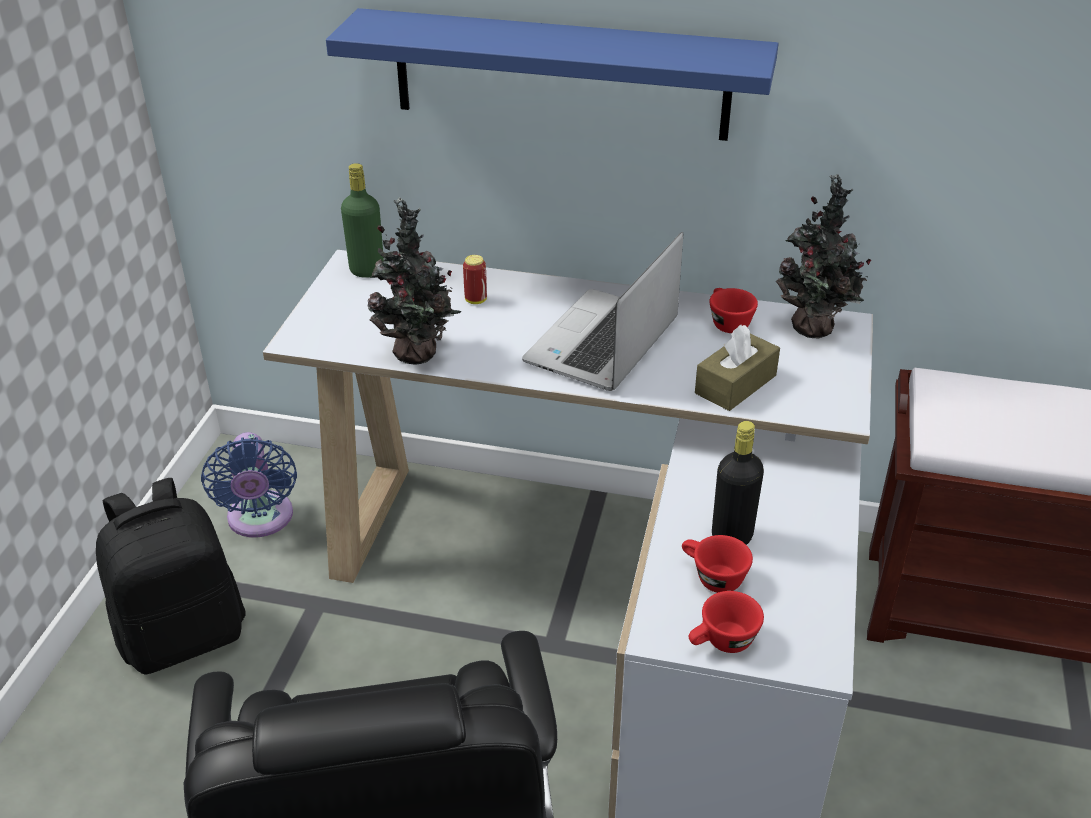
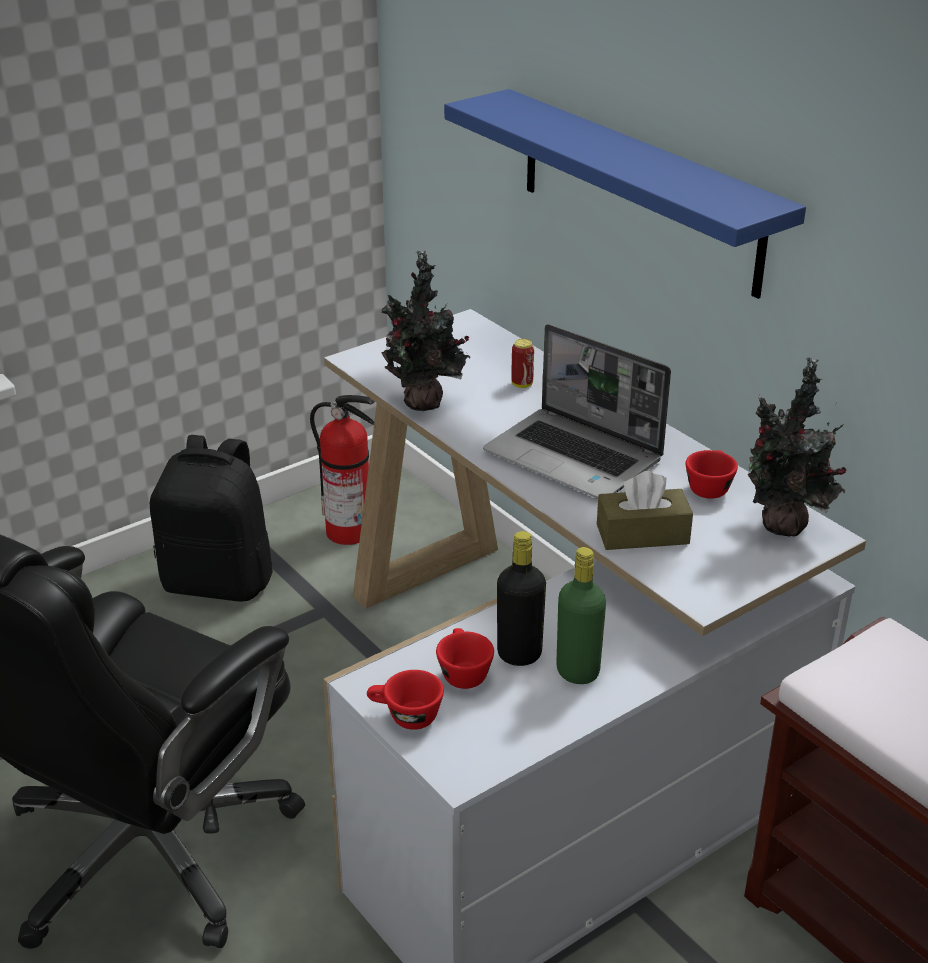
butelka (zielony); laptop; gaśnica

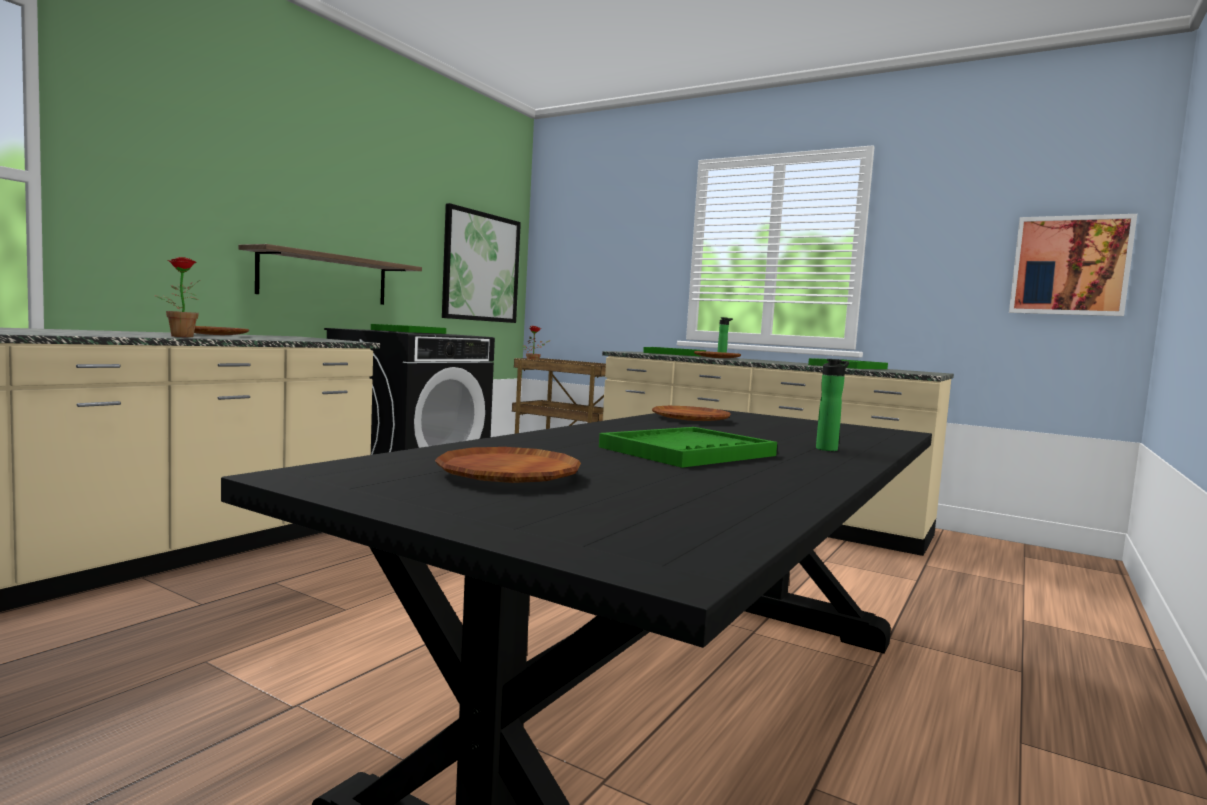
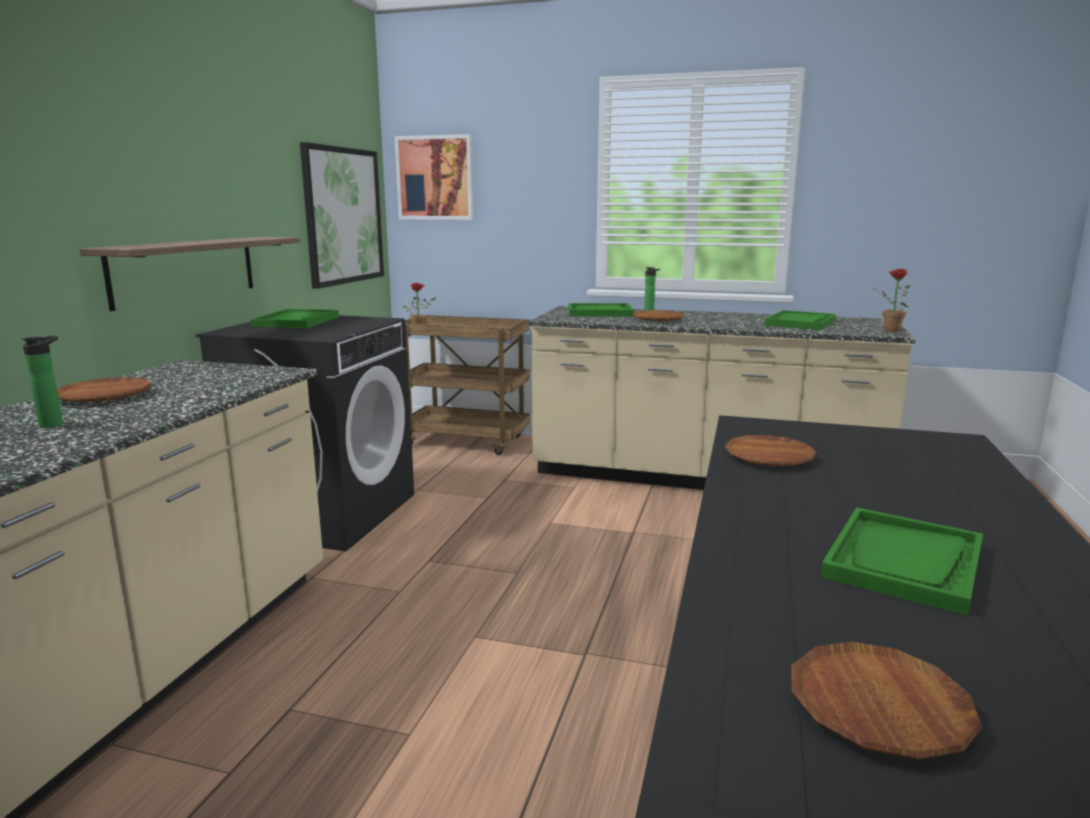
obraz (2nd from left); roślina doniczkowa (2nd from left); butelka (1st from left)

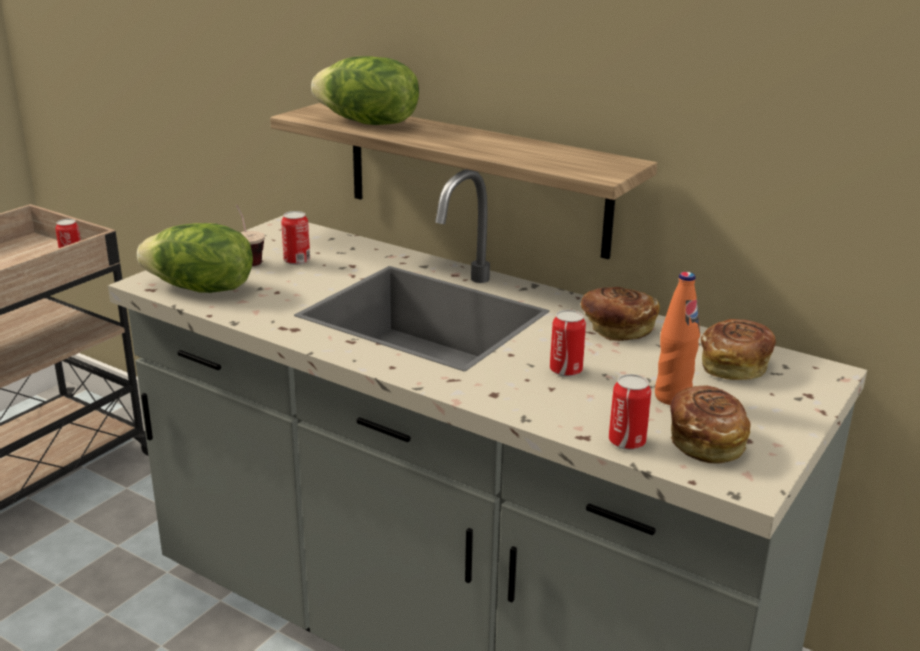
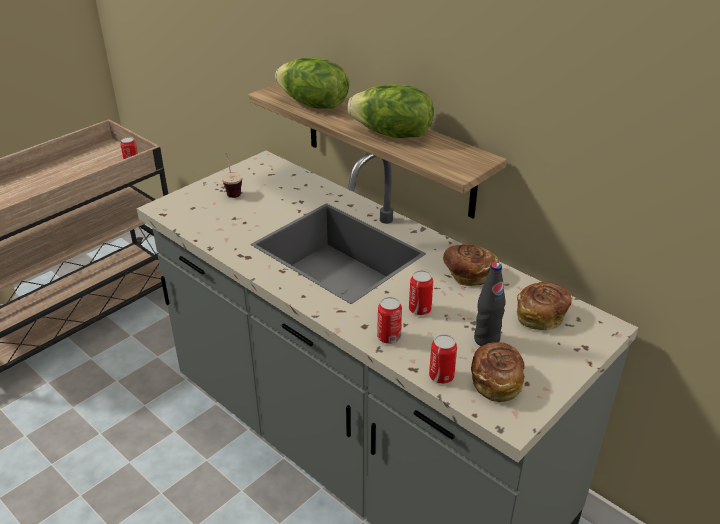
puszka (2nd from left); sałata (2nd from left); butelka (czarny)

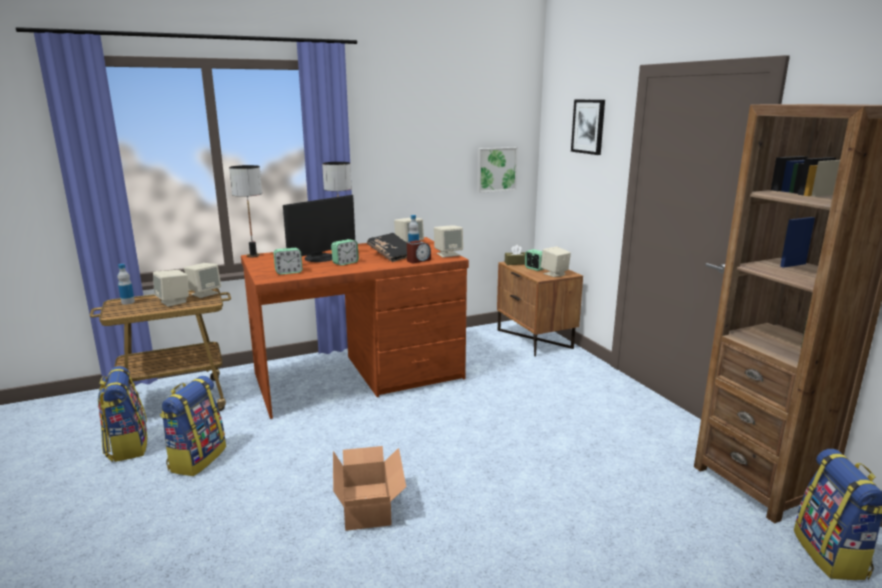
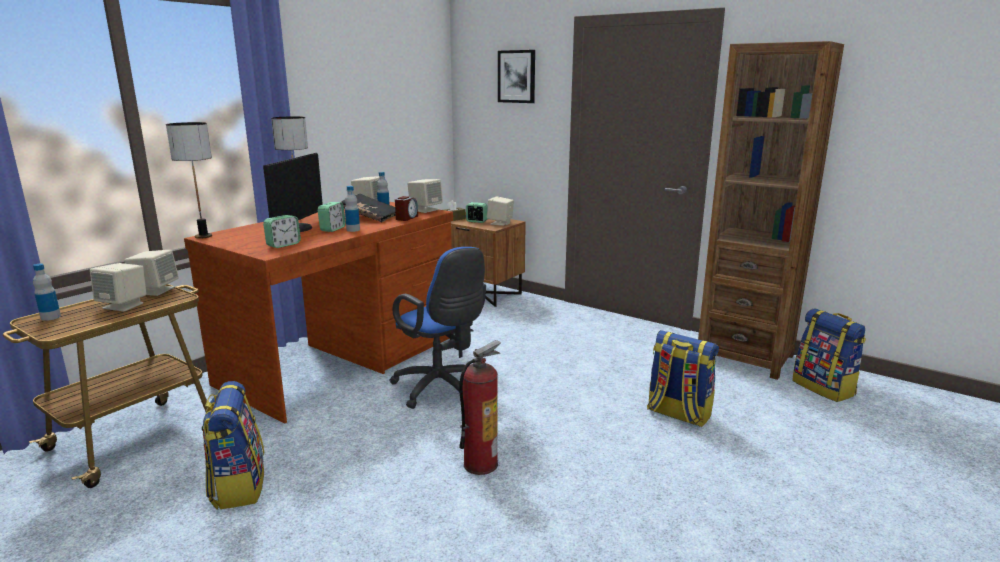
obraz (1st from left in the first image); plecak (2nd from left); gaśnica; butelka (2nd from left); krzesło biurowe (niebieski)

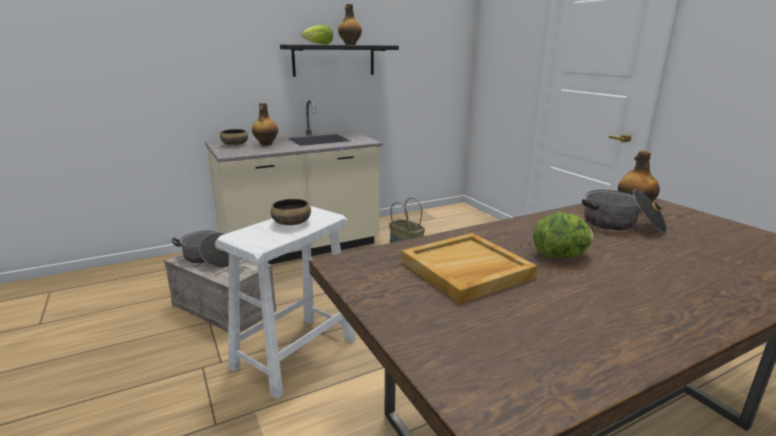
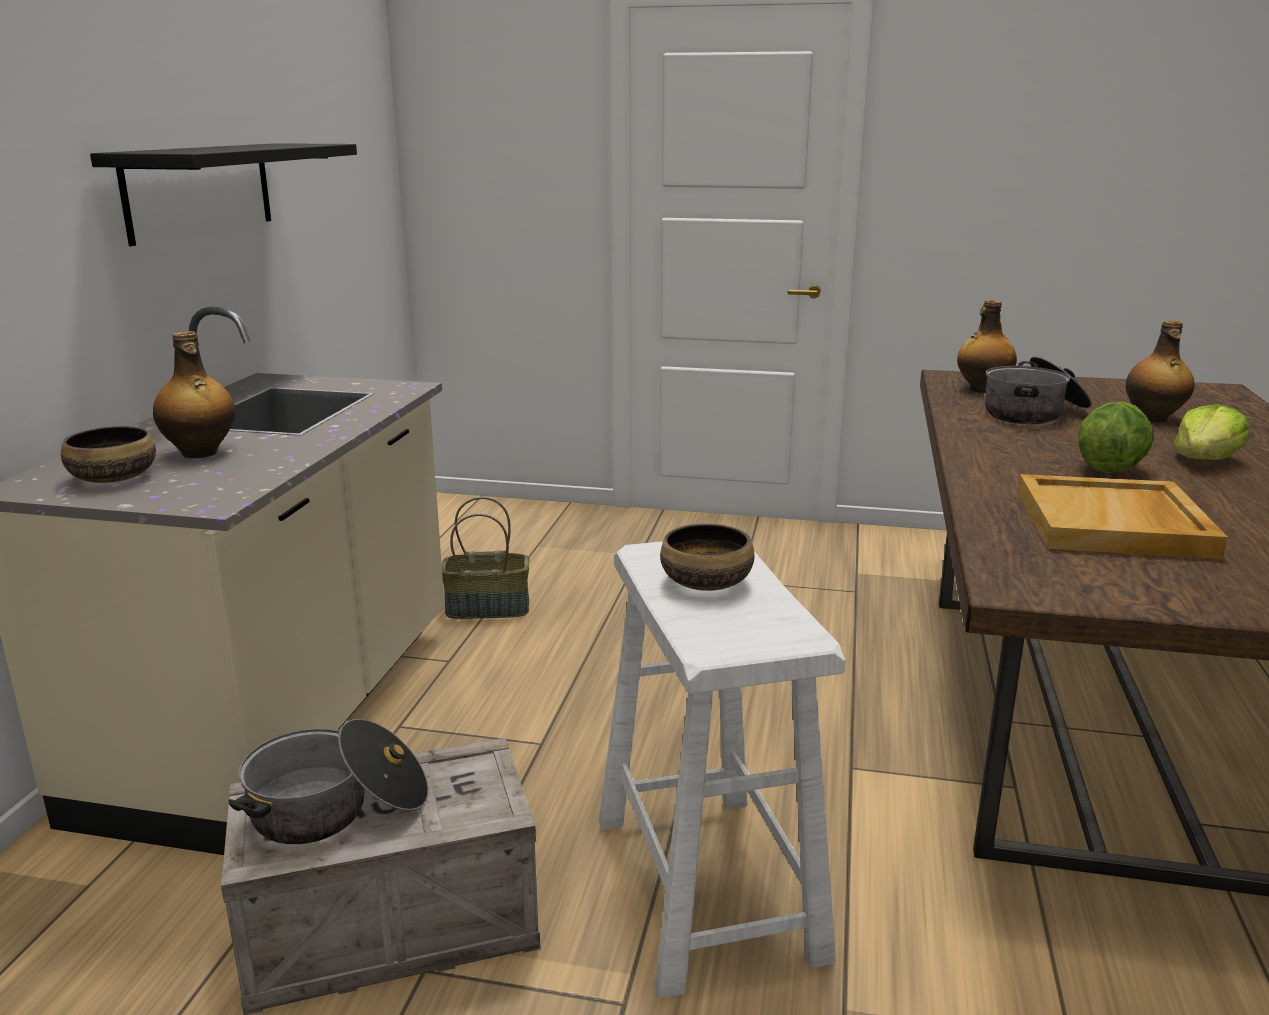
butelka (3rd from left); sałata (2nd from left)

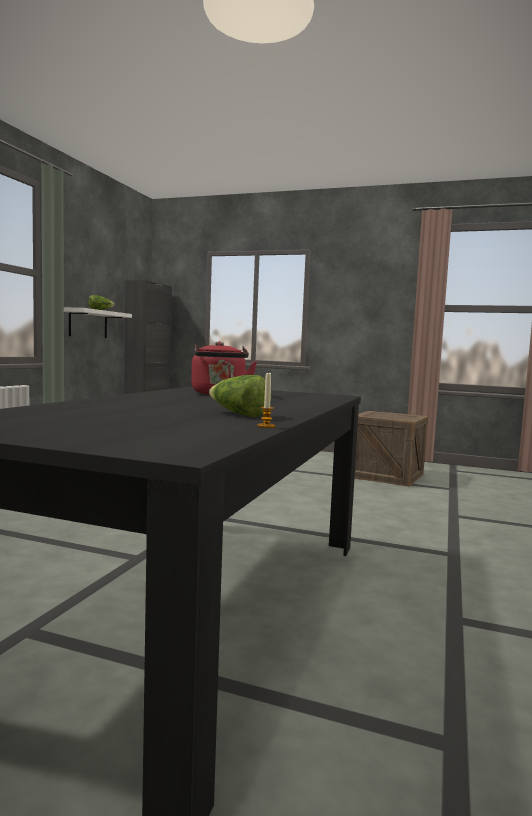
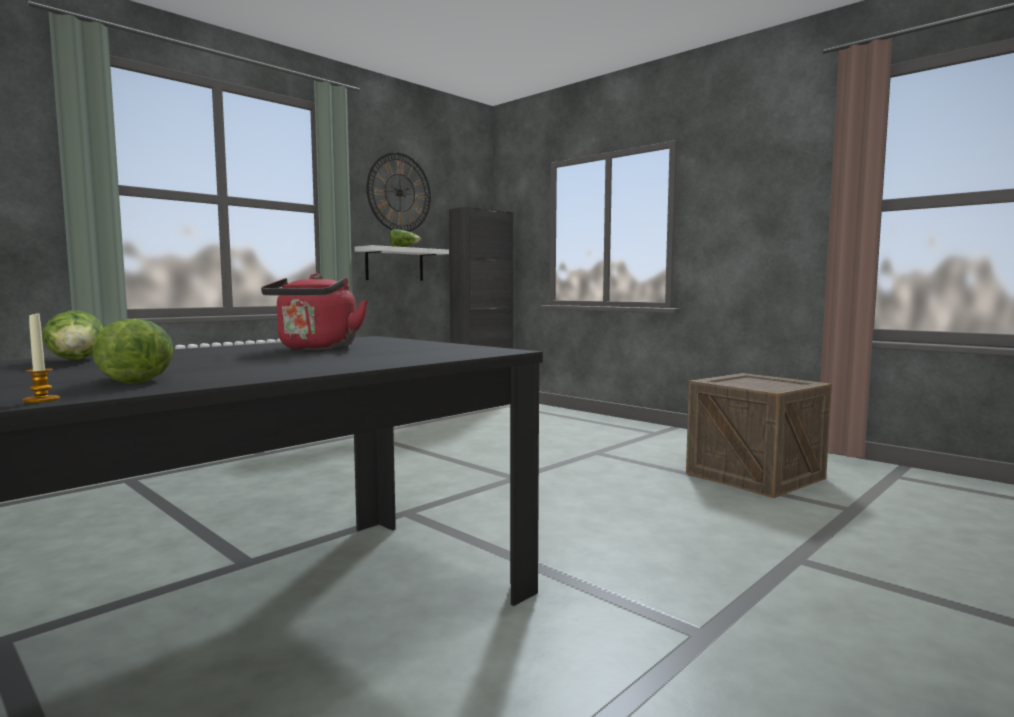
zegar ścienny; sałata (1st from left)

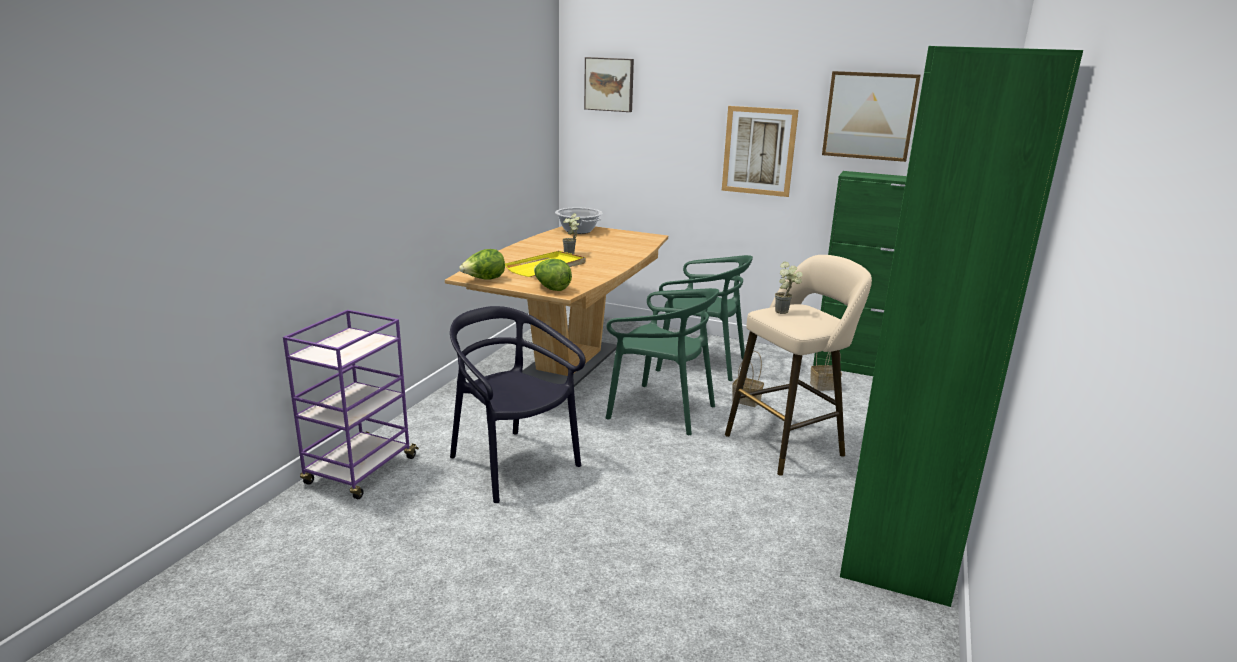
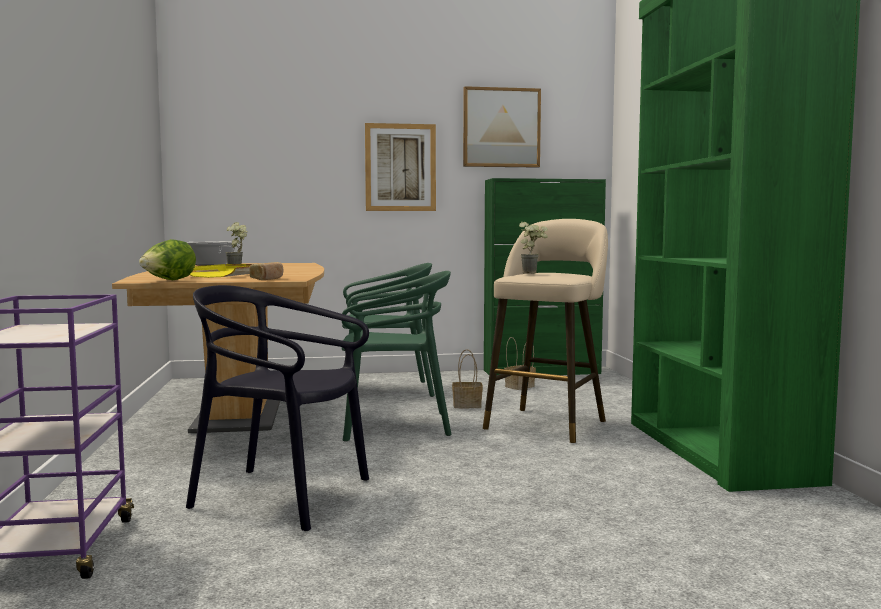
obraz (1st from left in the first image); chleb

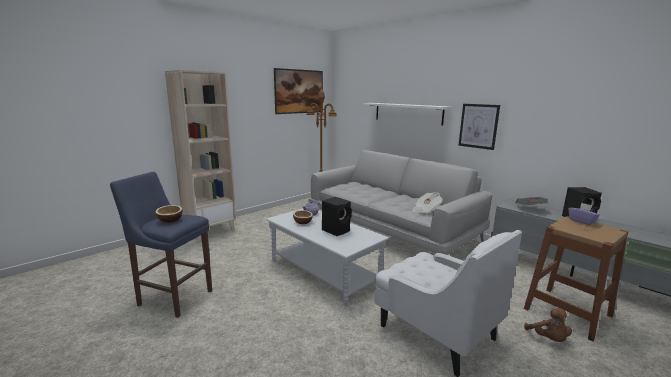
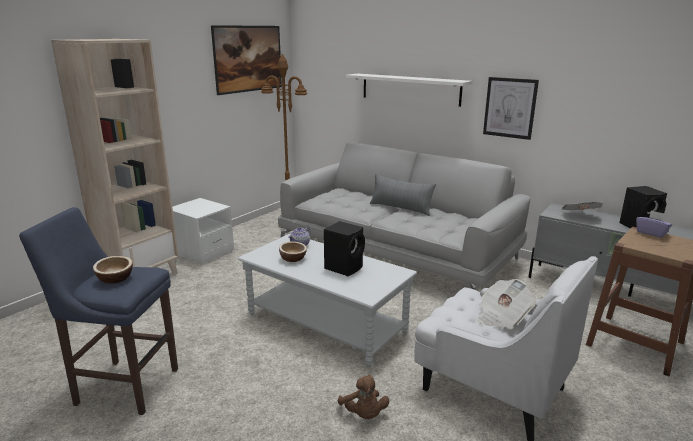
gazeta (1st from left); pluszak (brązowy); poduszka (szary); szafka nocna (biały)

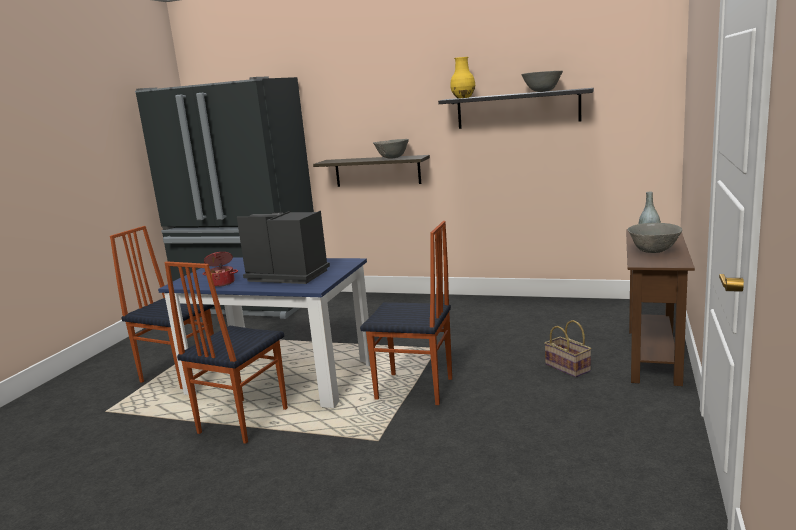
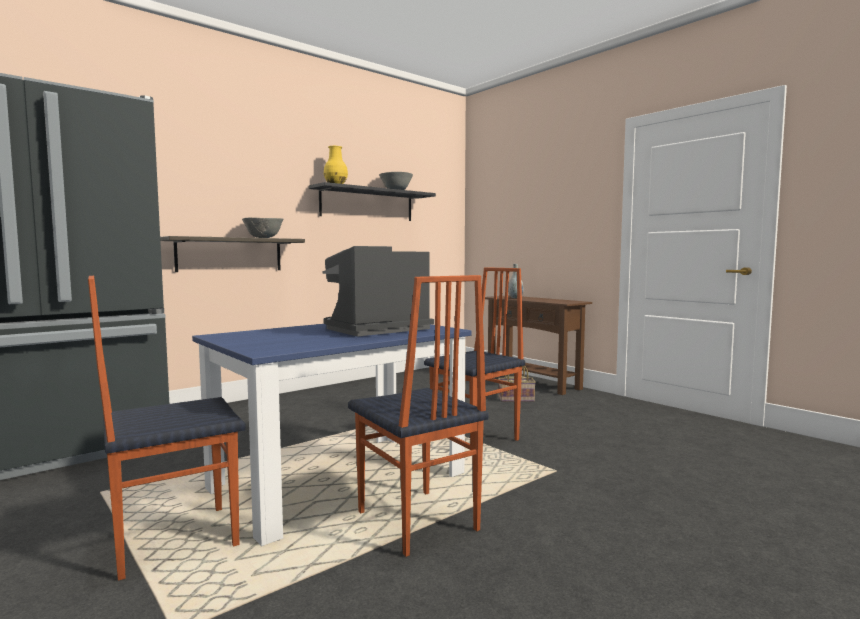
miska (szary) (3rd from left in the first image); garnek

